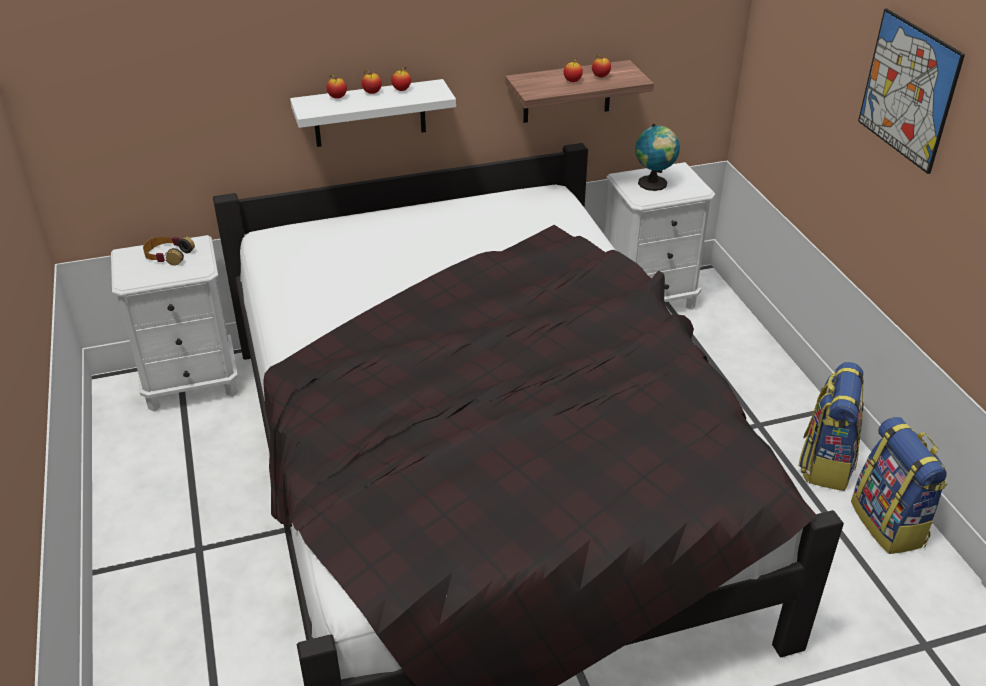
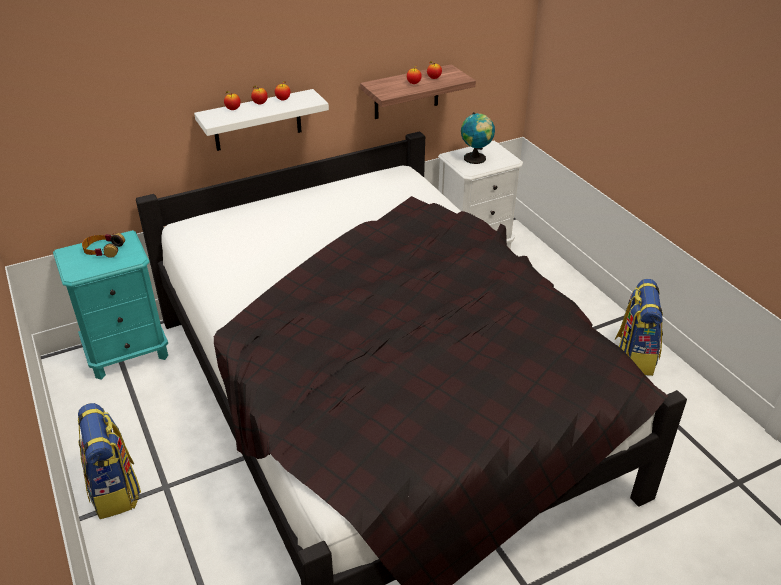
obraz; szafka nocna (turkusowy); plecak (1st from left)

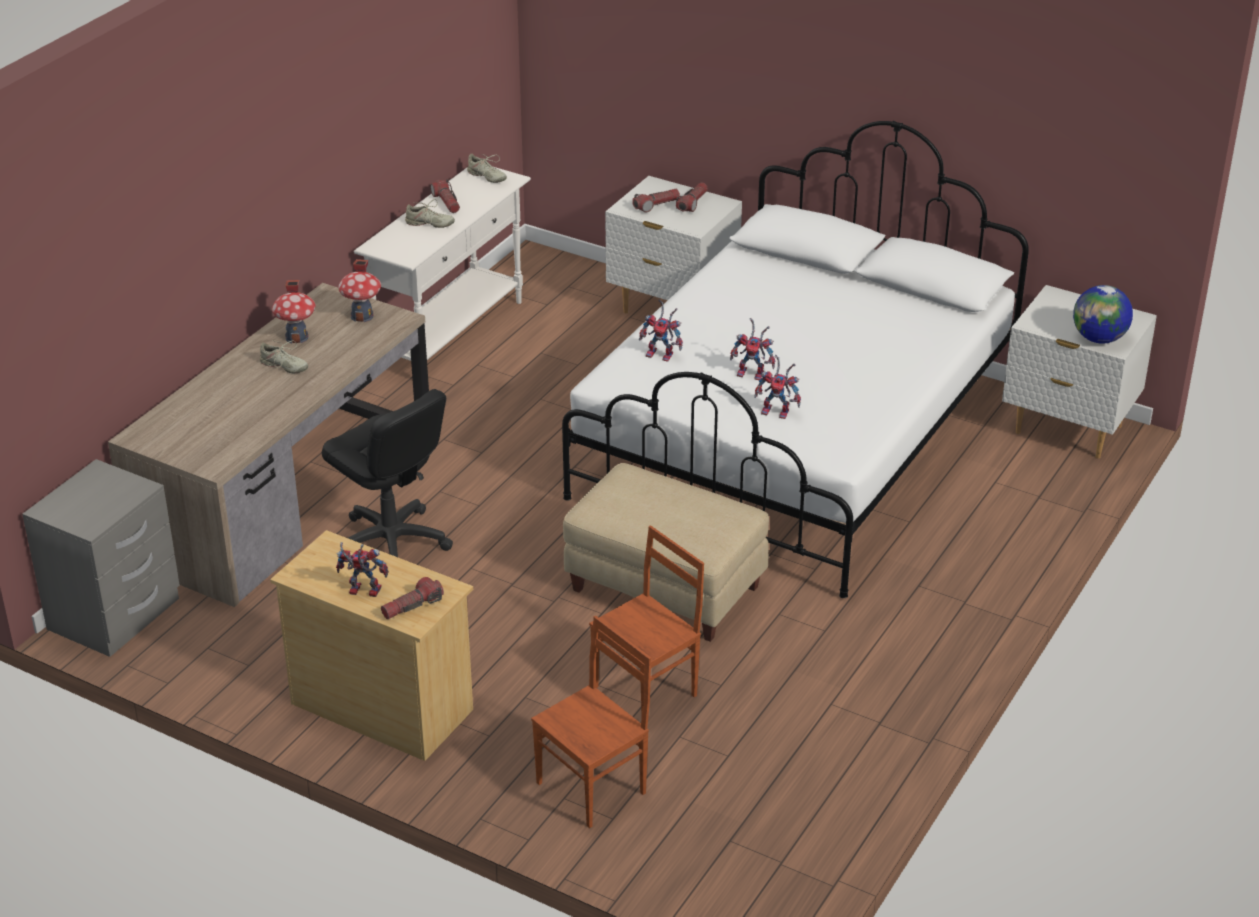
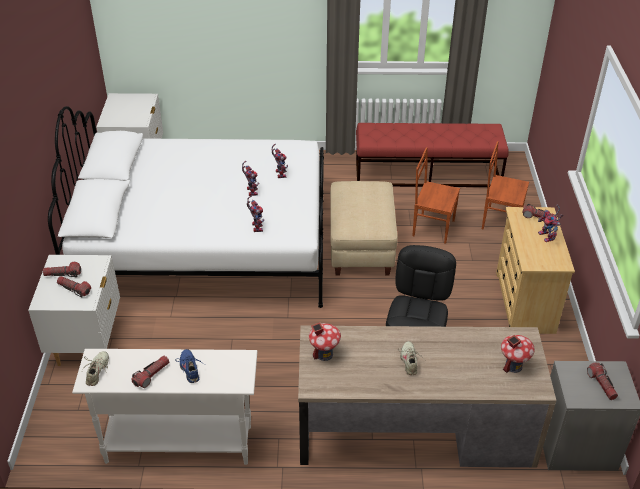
but (niebieski); domek (2nd from left); globus; ławka (czerwony); latarka (5th from left)

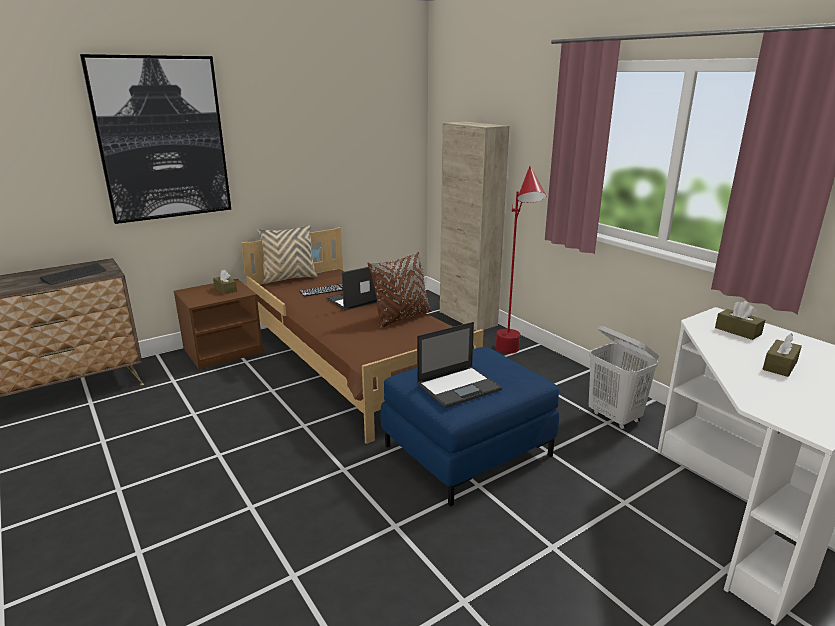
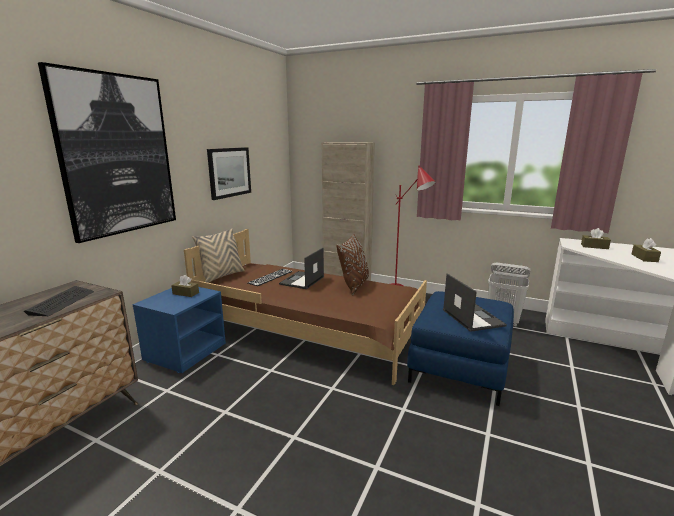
szafka nocna (niebieski); laptop (2nd from left); obraz (2nd from left)

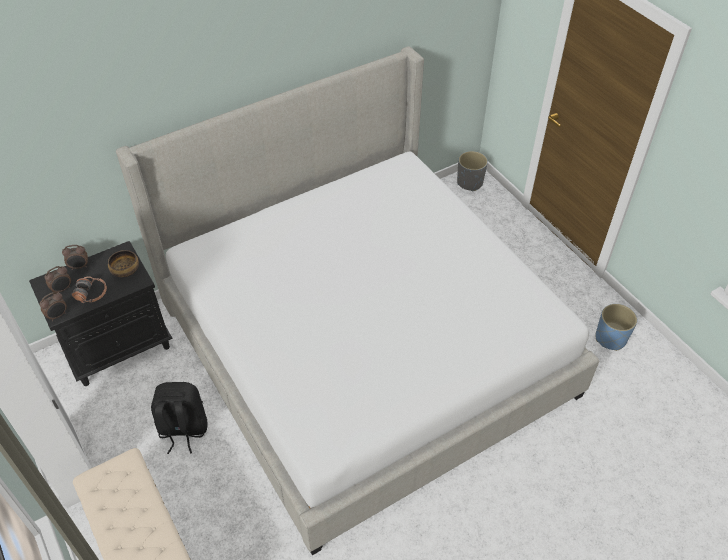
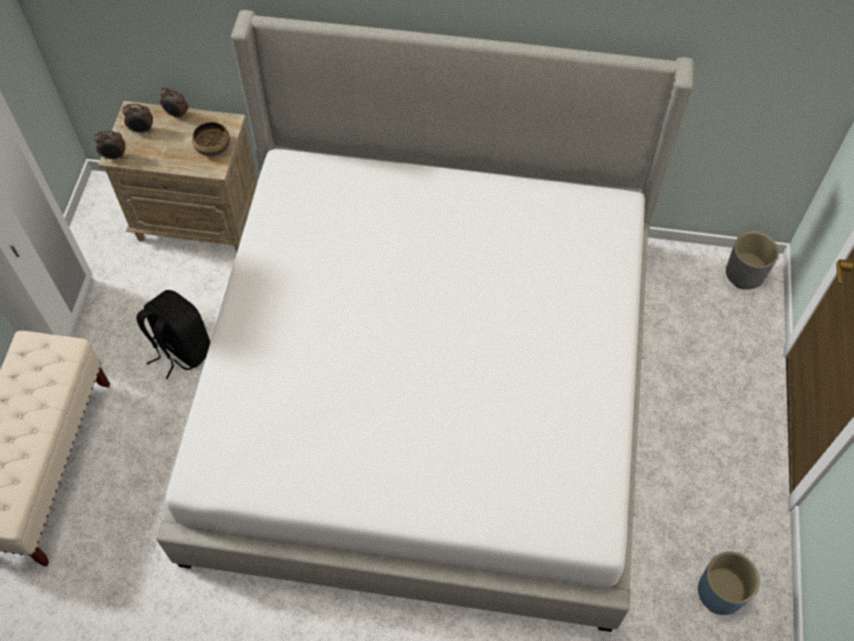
szafka nocna (beżowy); słuchawki

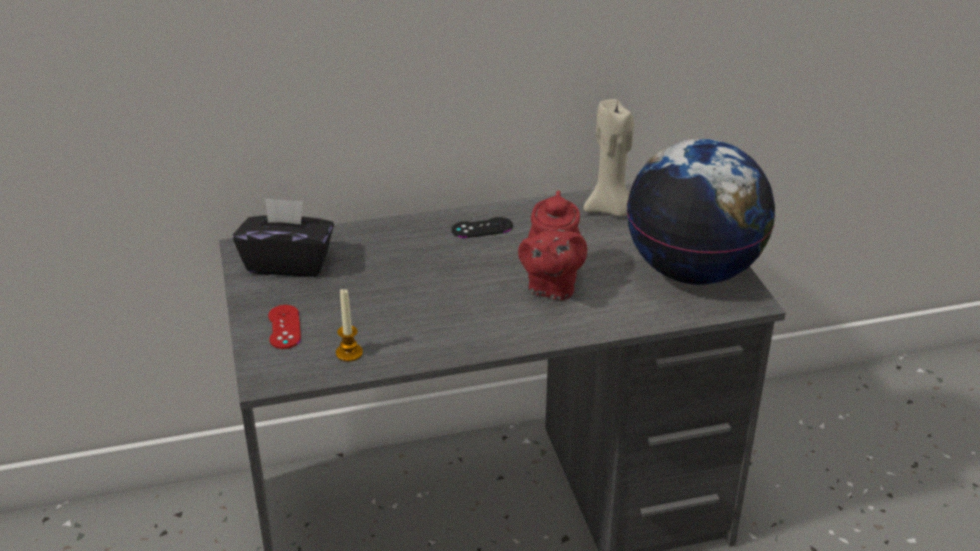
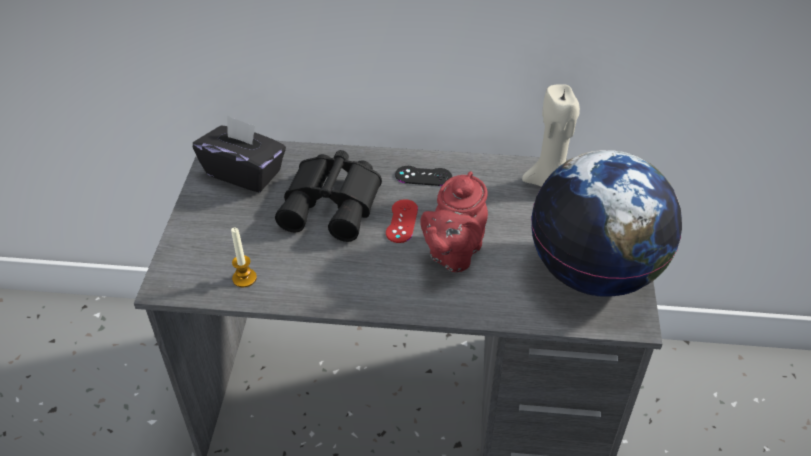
pad do gier (czerwony); lornetka (czarny)

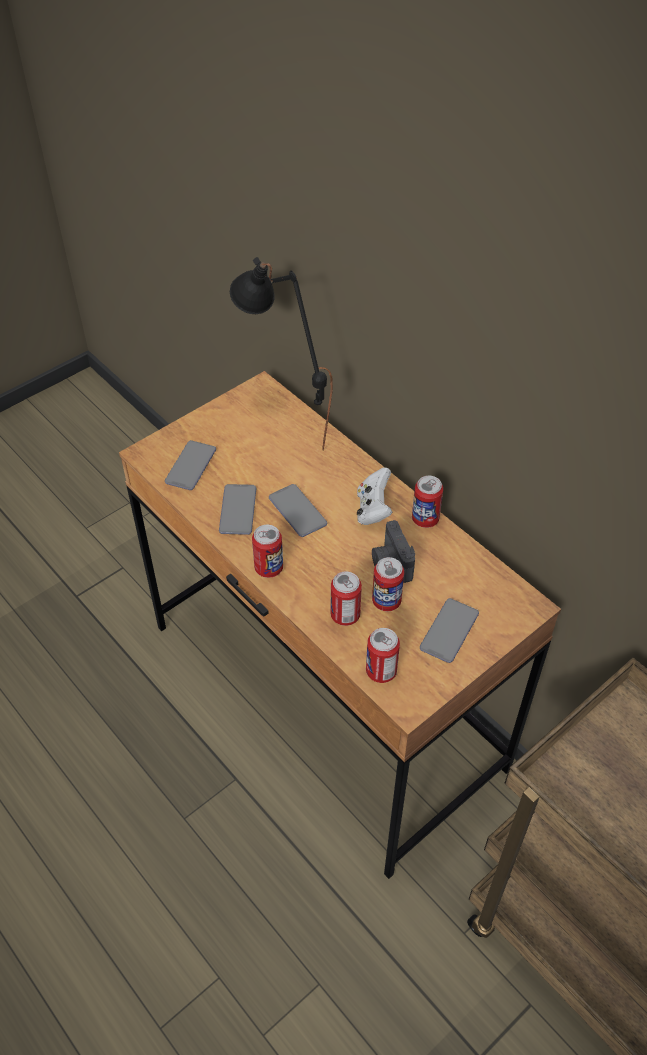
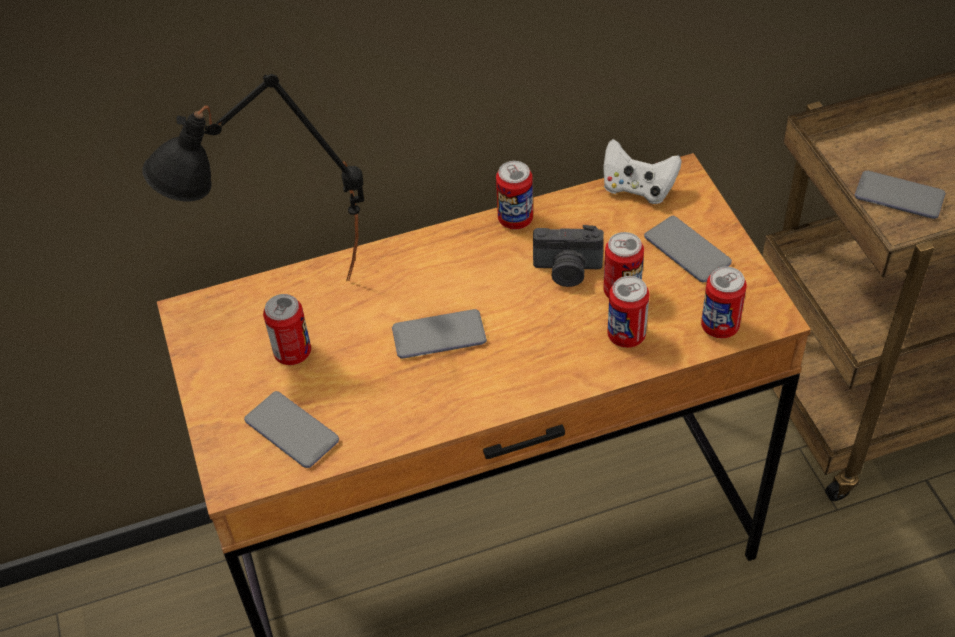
pad do gier (biały); telefon (4th from left); puszka (1st from left)

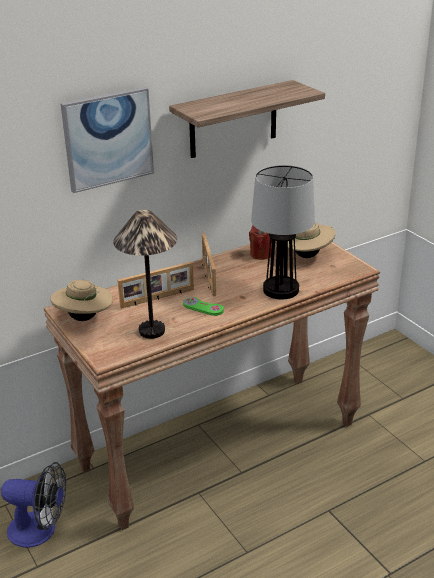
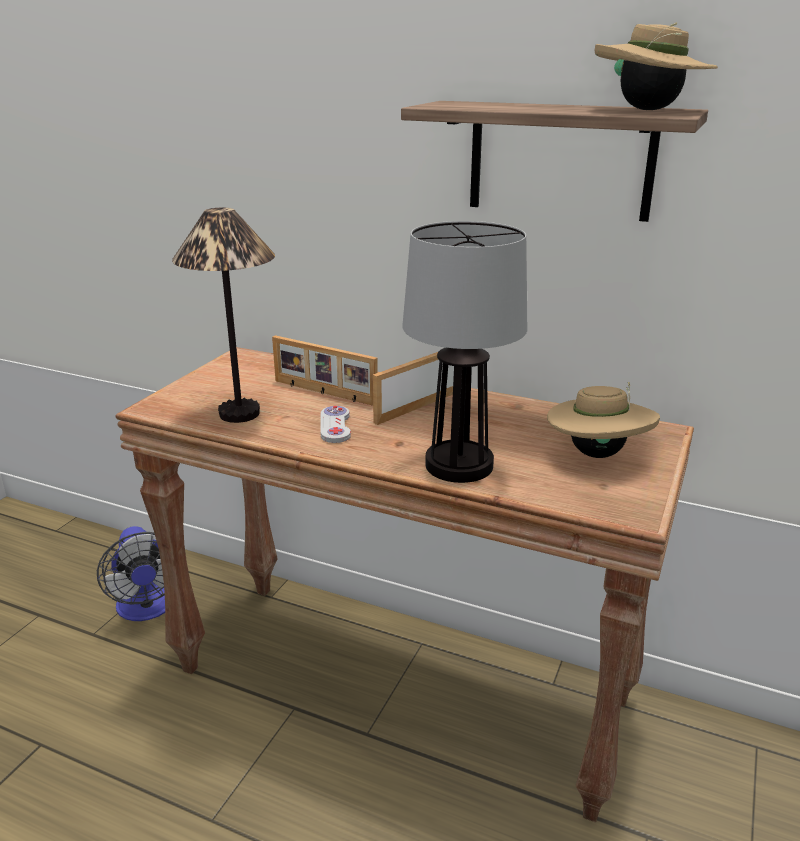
obraz; świeca (czerwony); kapelusz (beżowy) (2nd from left); pad do gier (biały)

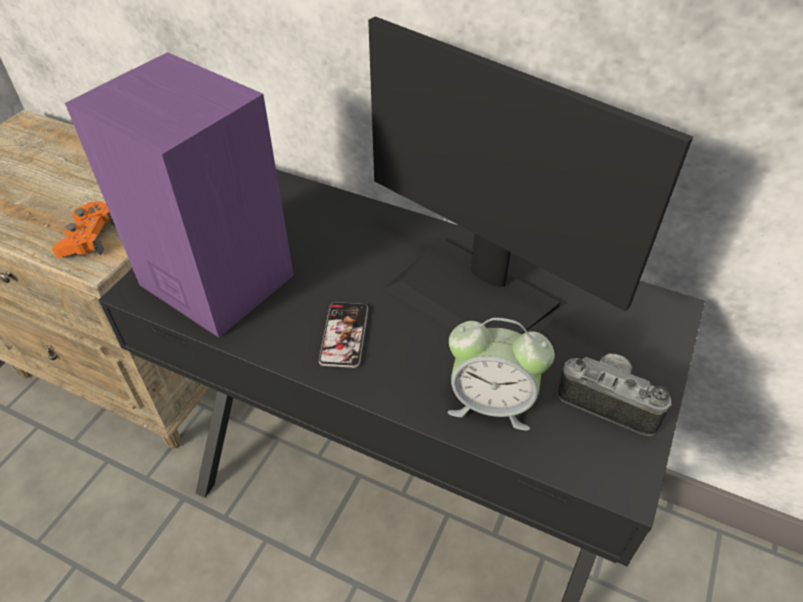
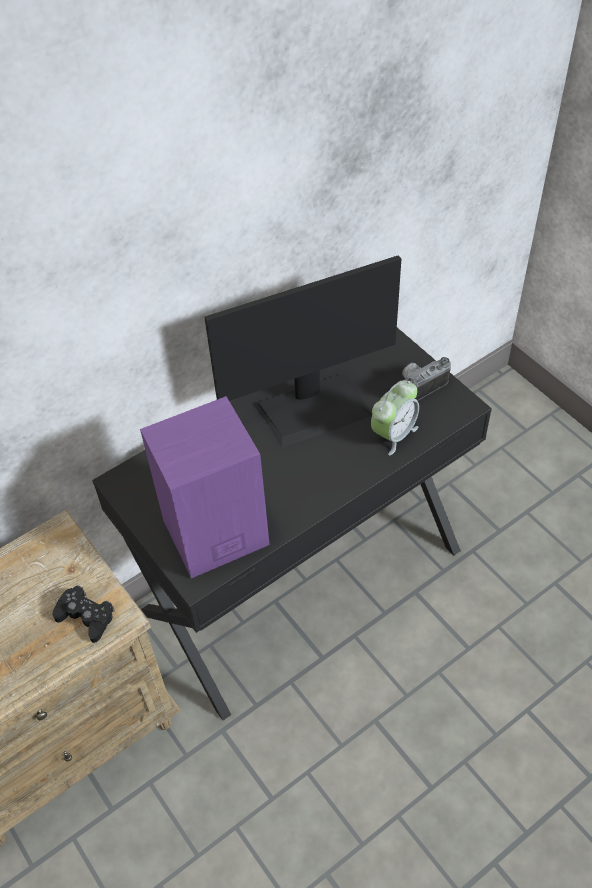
pad do gier (czarny); telefon

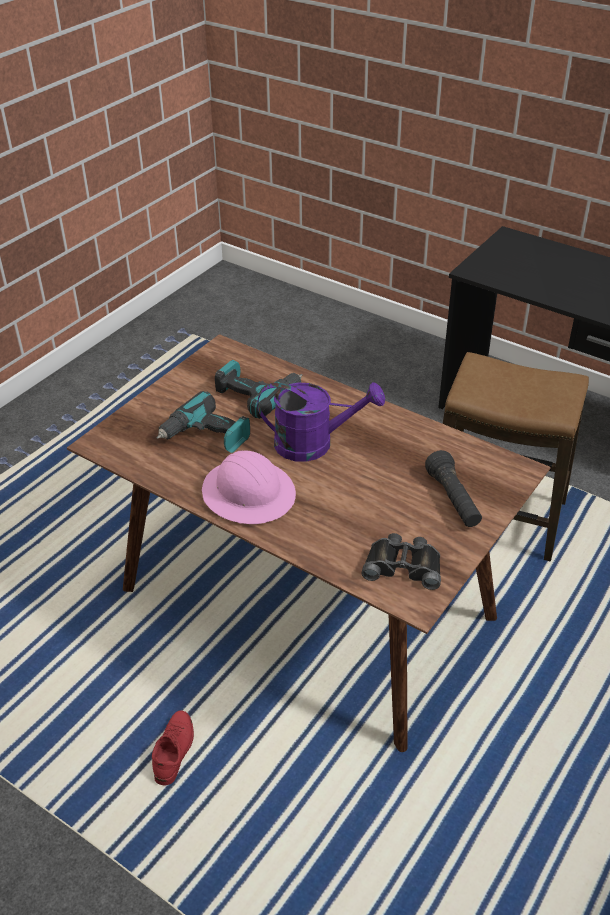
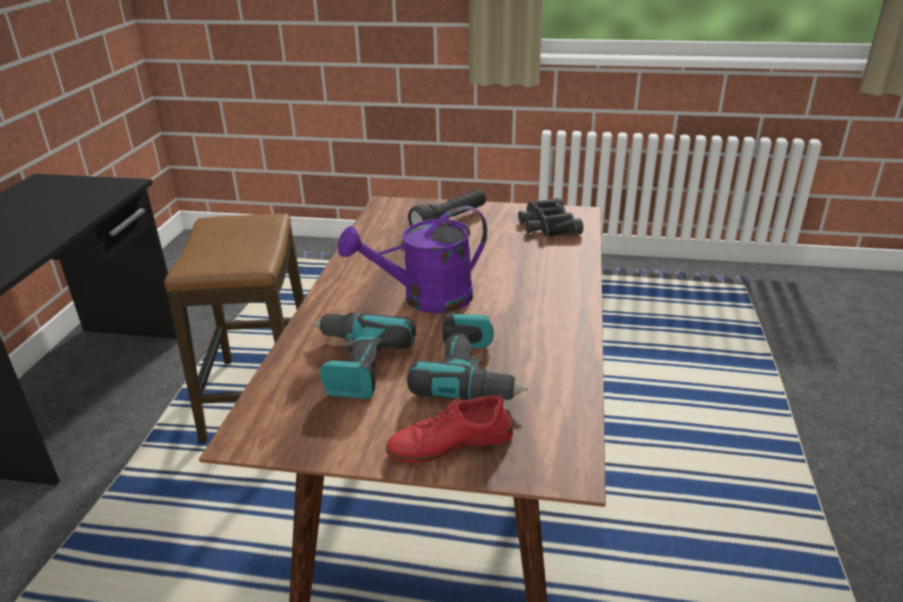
konewka (fioletowy); kask (różowy); but (czerwony)

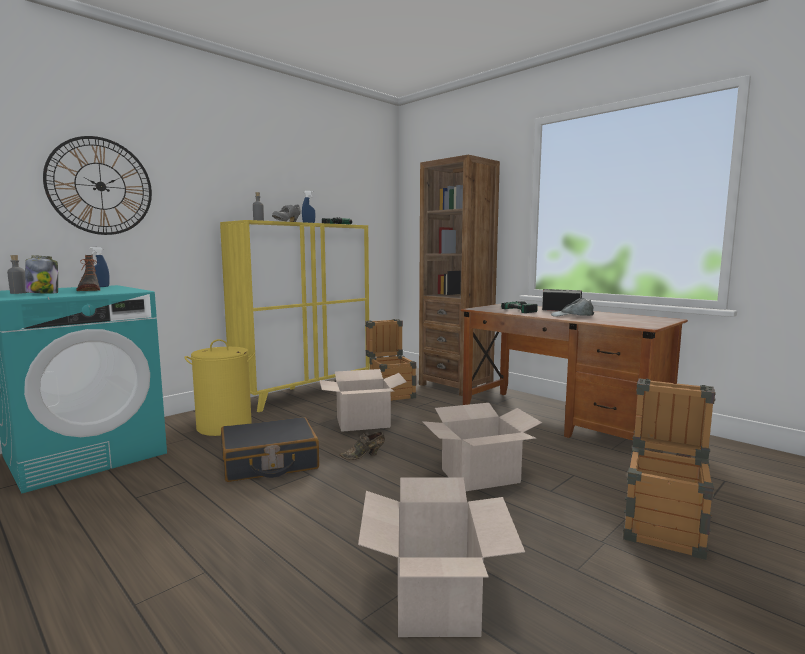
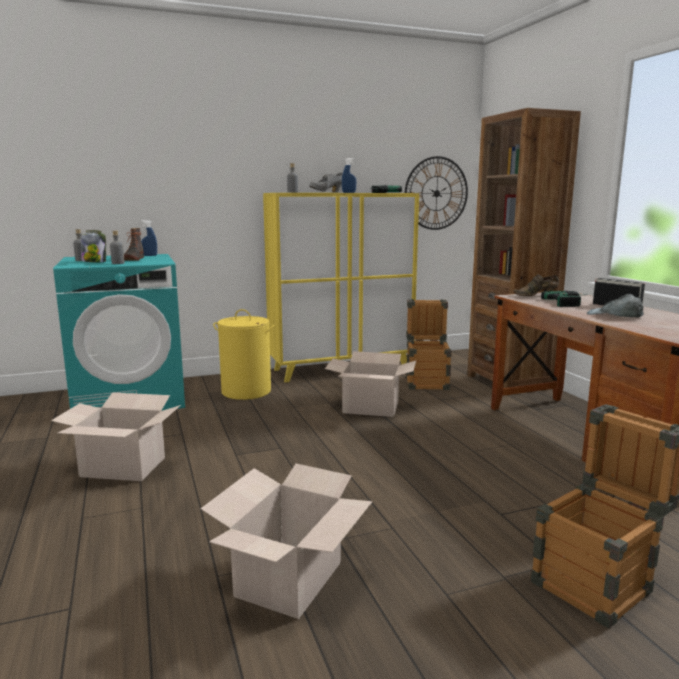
zegar ścienny; karton (1st from left); walizka (czarny); but (brązowy); butelka (szary) (2nd from left)

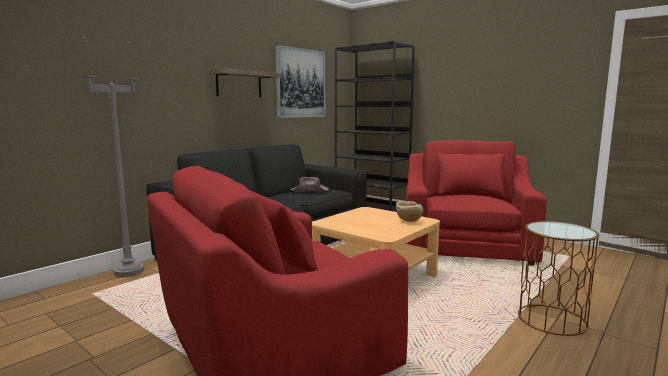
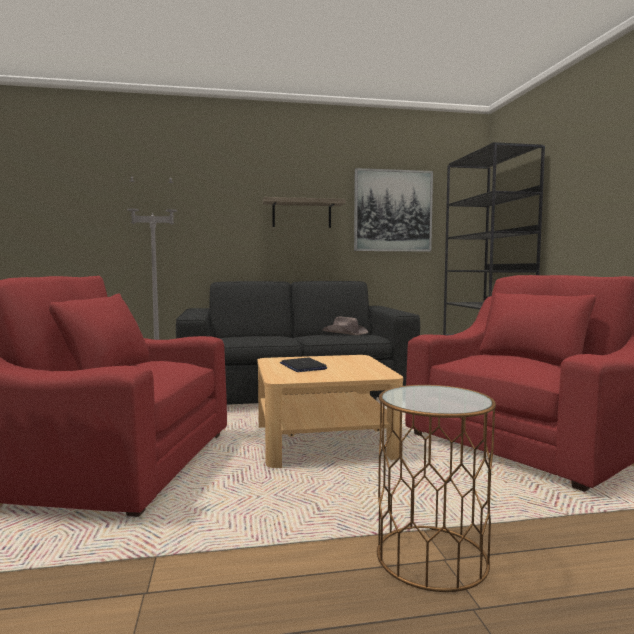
miska (beżowy); laptop

